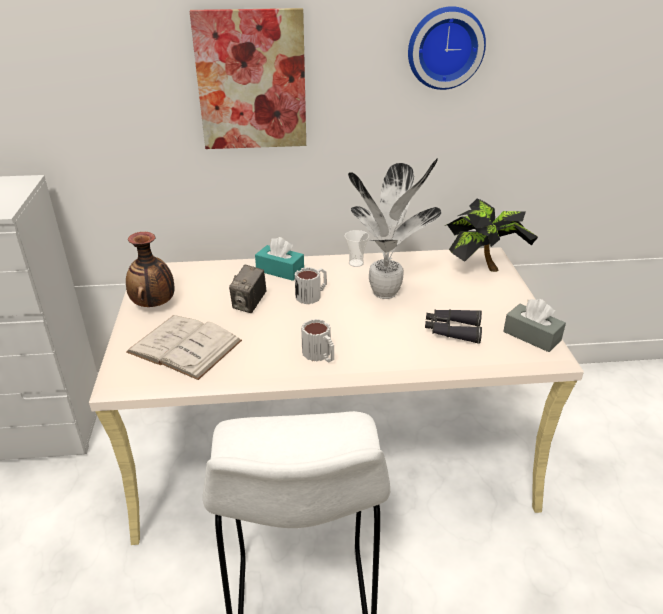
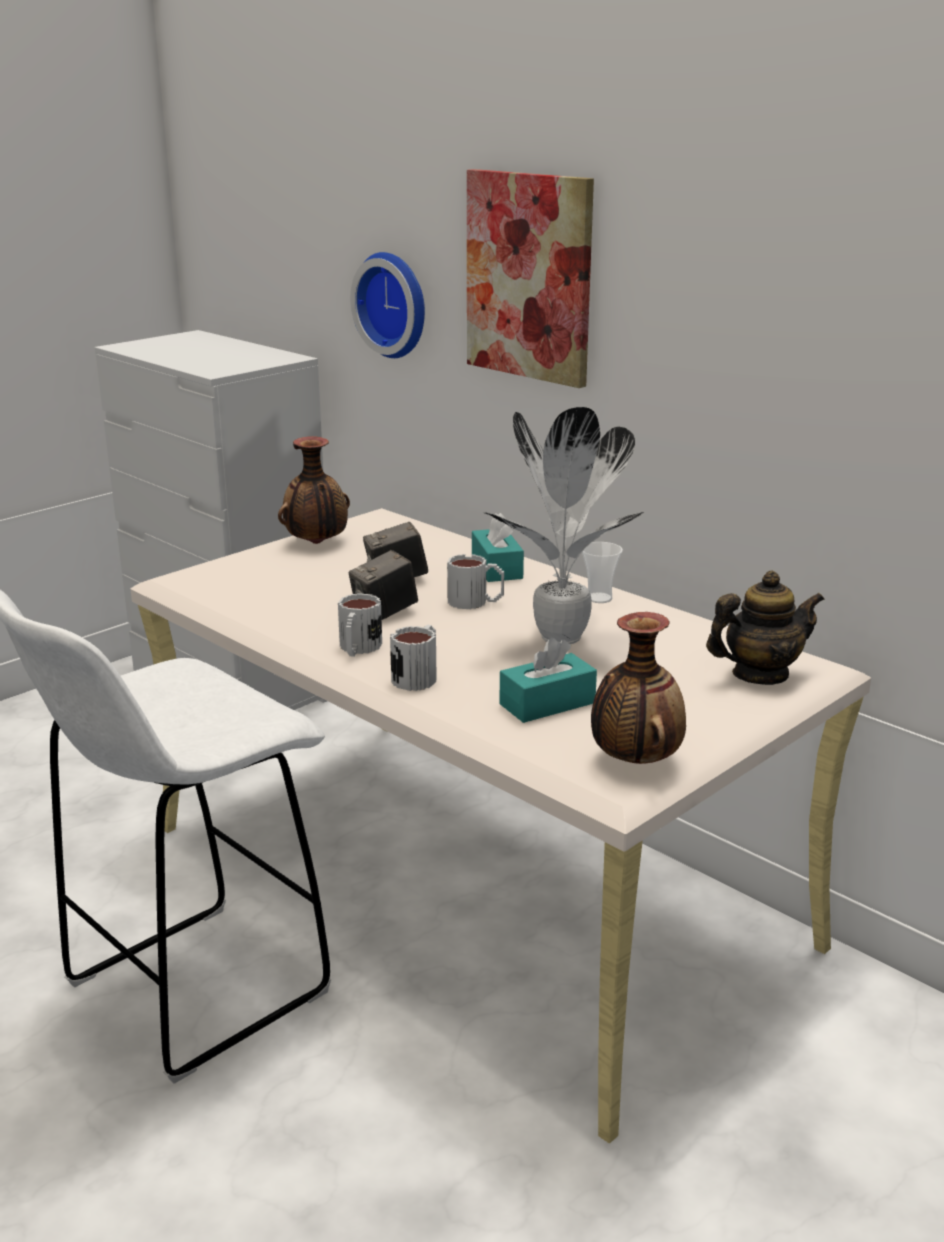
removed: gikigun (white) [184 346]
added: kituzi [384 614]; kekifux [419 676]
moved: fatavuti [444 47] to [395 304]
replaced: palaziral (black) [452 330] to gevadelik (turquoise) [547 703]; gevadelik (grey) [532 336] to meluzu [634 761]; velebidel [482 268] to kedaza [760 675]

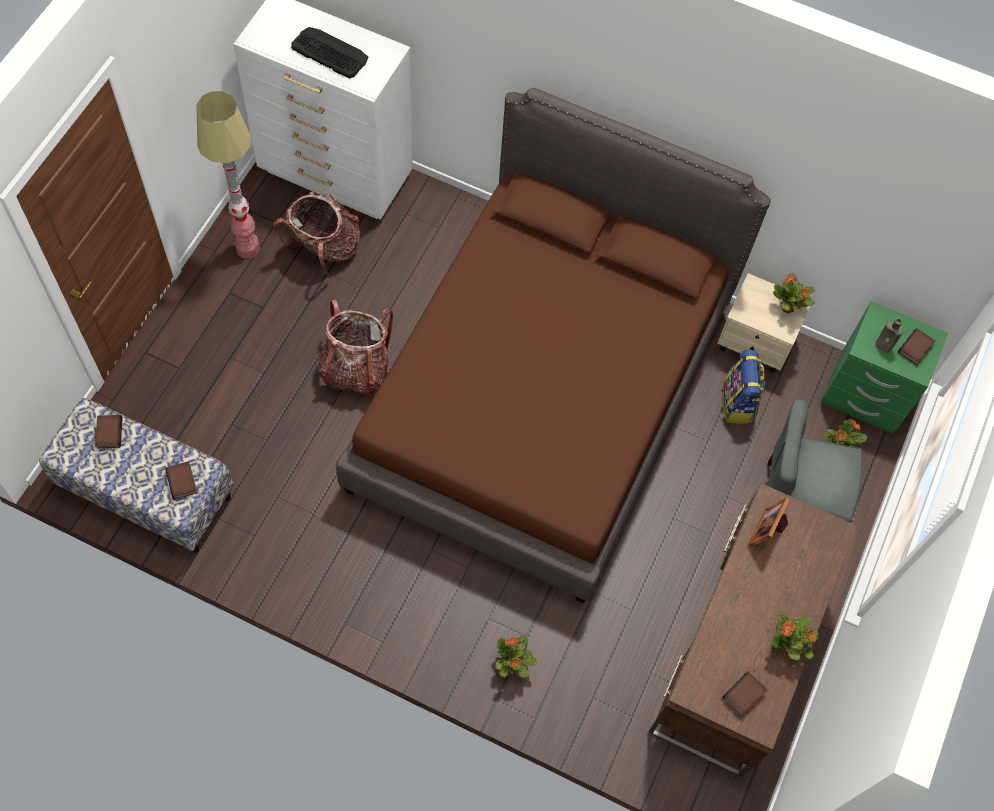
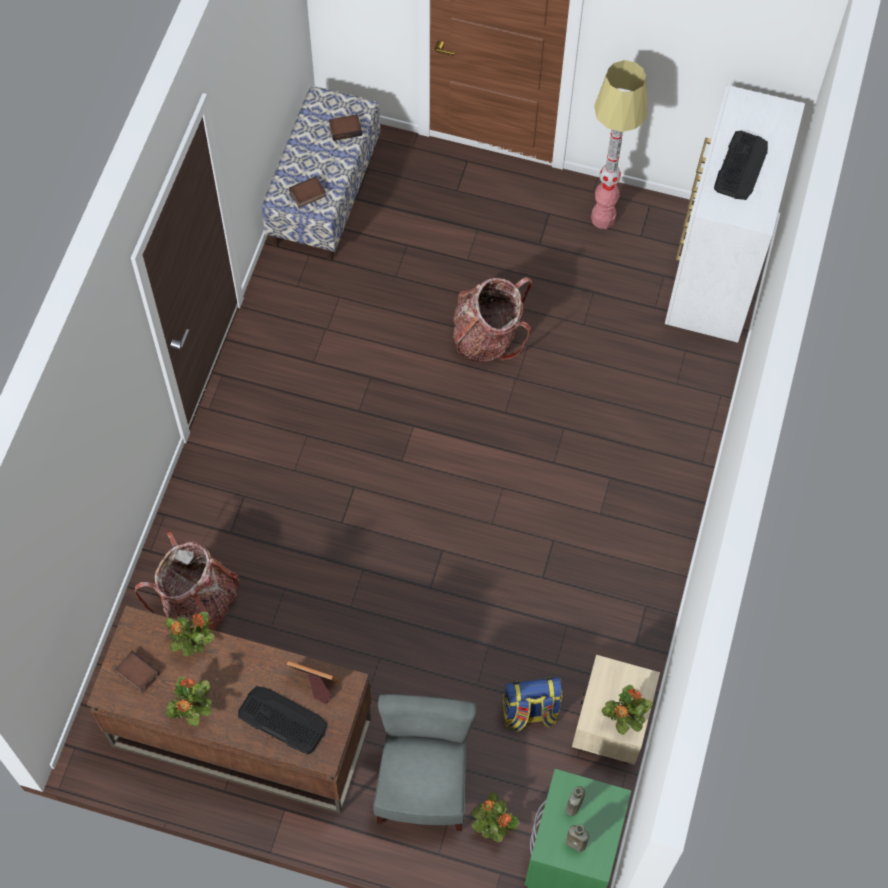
removed: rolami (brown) [541 396]
added: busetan [282 720]
moved: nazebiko [324 248] to [198 602]; velebidel [512 665] to [193 643]
replaced: gikigun [916 349] to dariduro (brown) [577 844]

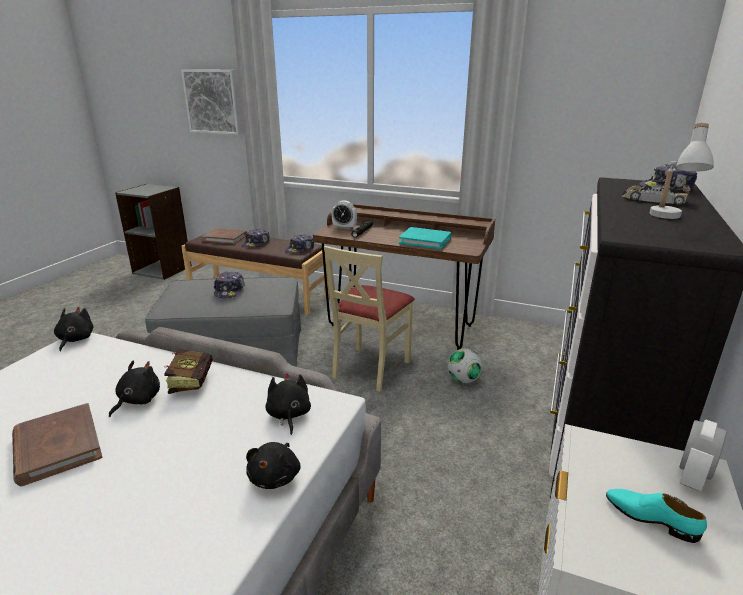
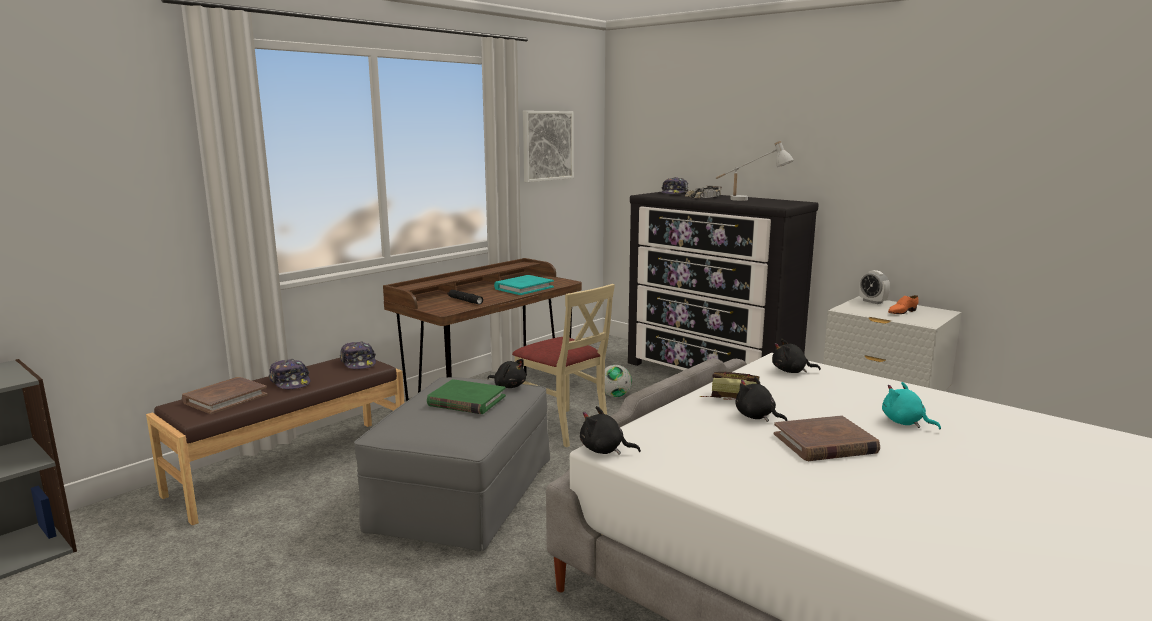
removed: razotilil [344 227]
added: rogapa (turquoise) [905 422]
moved: rogapa (black) [276 477] to [508 386]; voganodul [212 102] to [547 145]
replaced: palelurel [229 290] to gikigun (green) [466 401]
recoloured: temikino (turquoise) [650 518] to temikino (orange) [901 312]

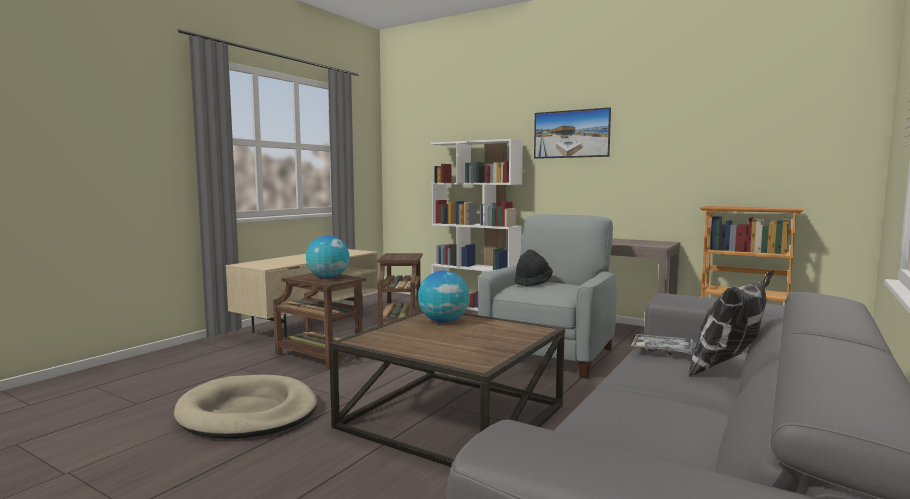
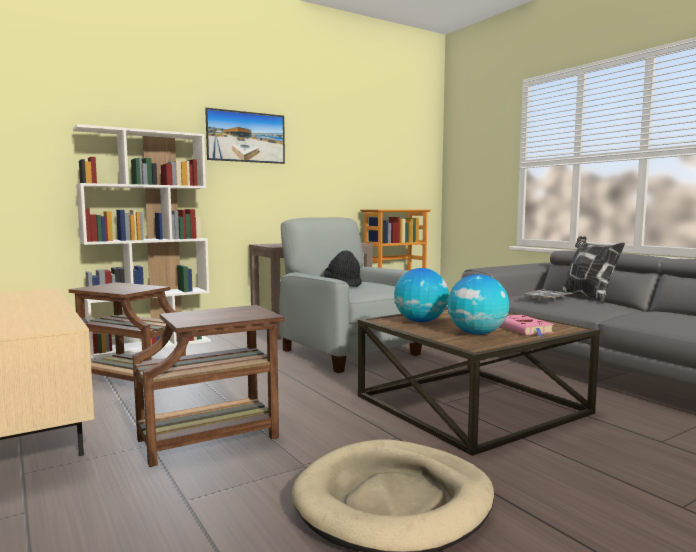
added: gikigun (pink) [524 329]
moved: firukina [328 278] to [477 333]

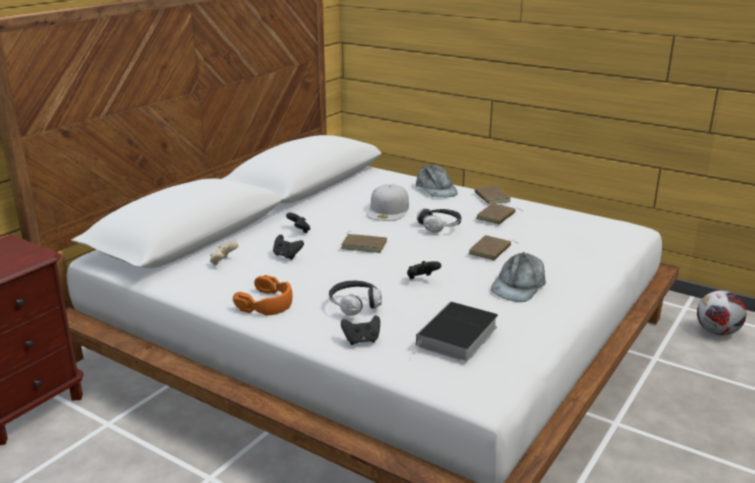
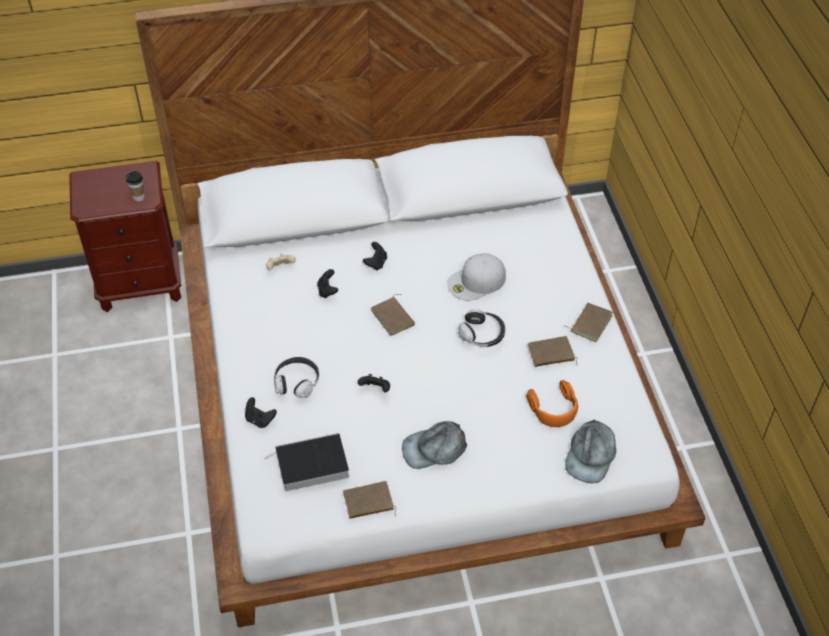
removed: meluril [717 332]
added: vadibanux [138 197]
moved: gikigun (brown) [491 251] to [368 503]; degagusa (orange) [266 303] to [554 408]; palelurel (grey) [436 189] to [590 455]

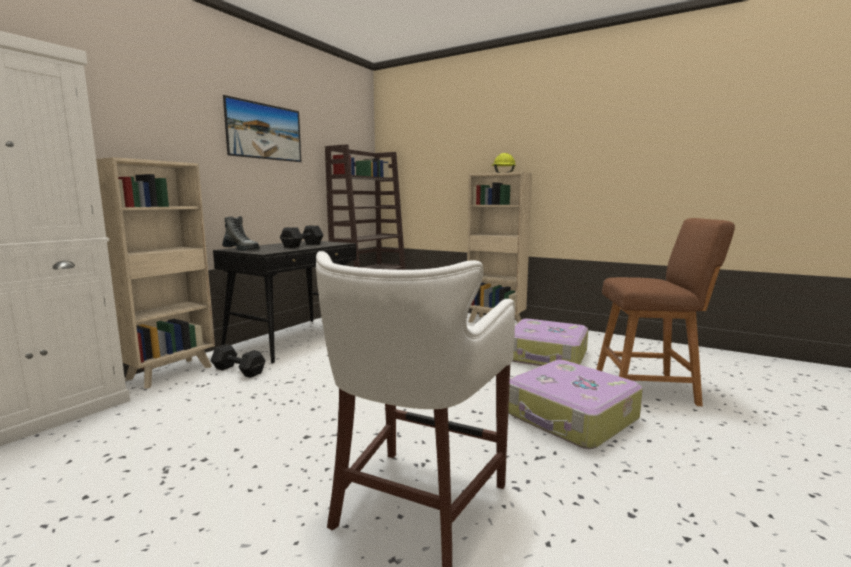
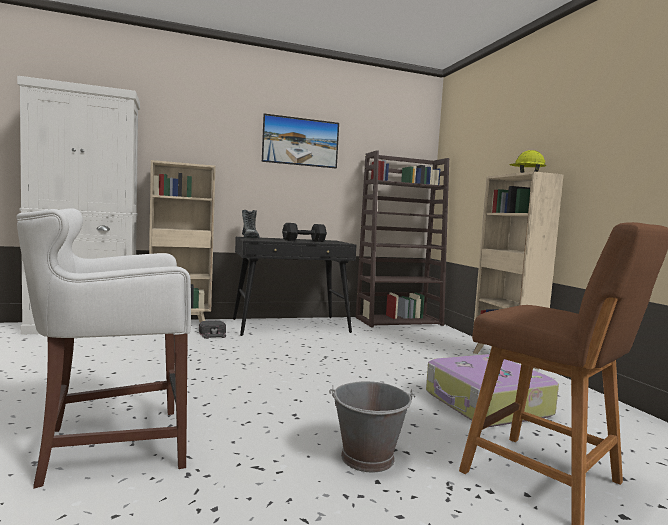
replaced: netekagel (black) [238 370] to palelurel (black) [213 333]; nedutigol [571 417] to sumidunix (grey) [368 458]

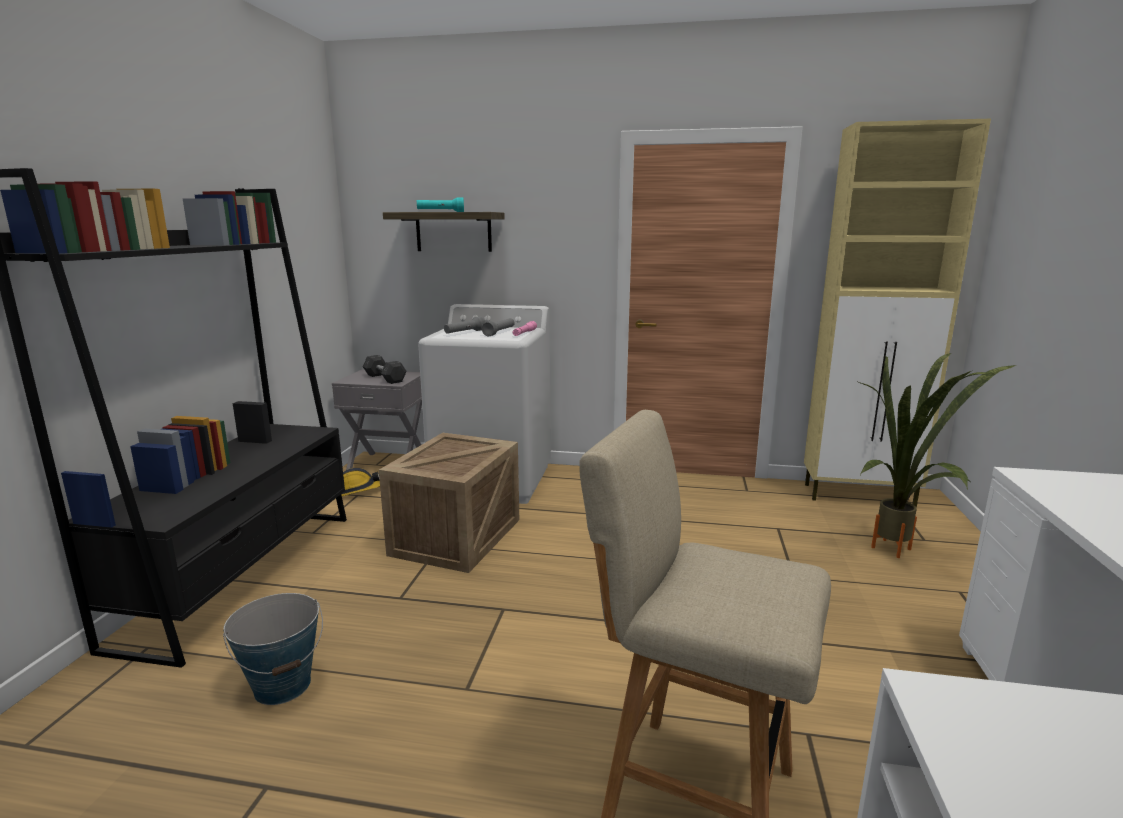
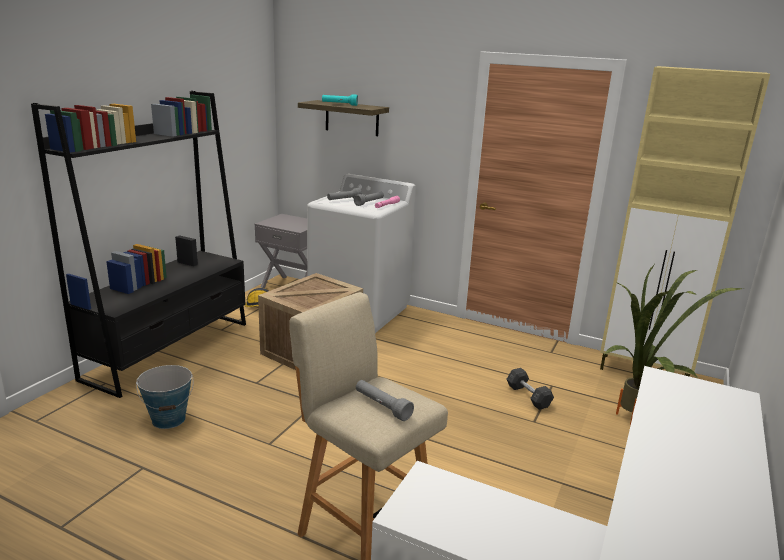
added: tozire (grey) [382 406]
moved: netekagel (grey) [385 378] to [528 396]

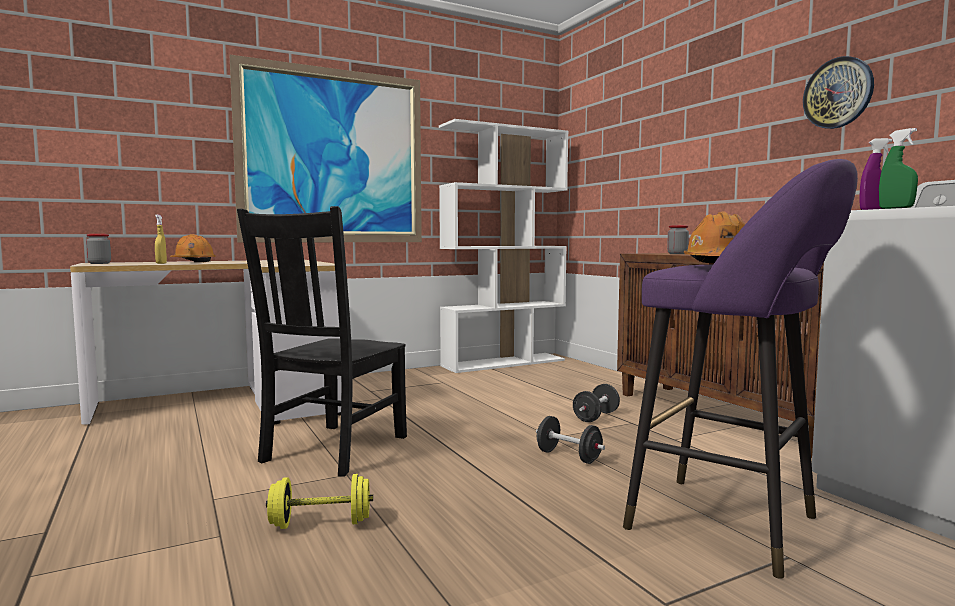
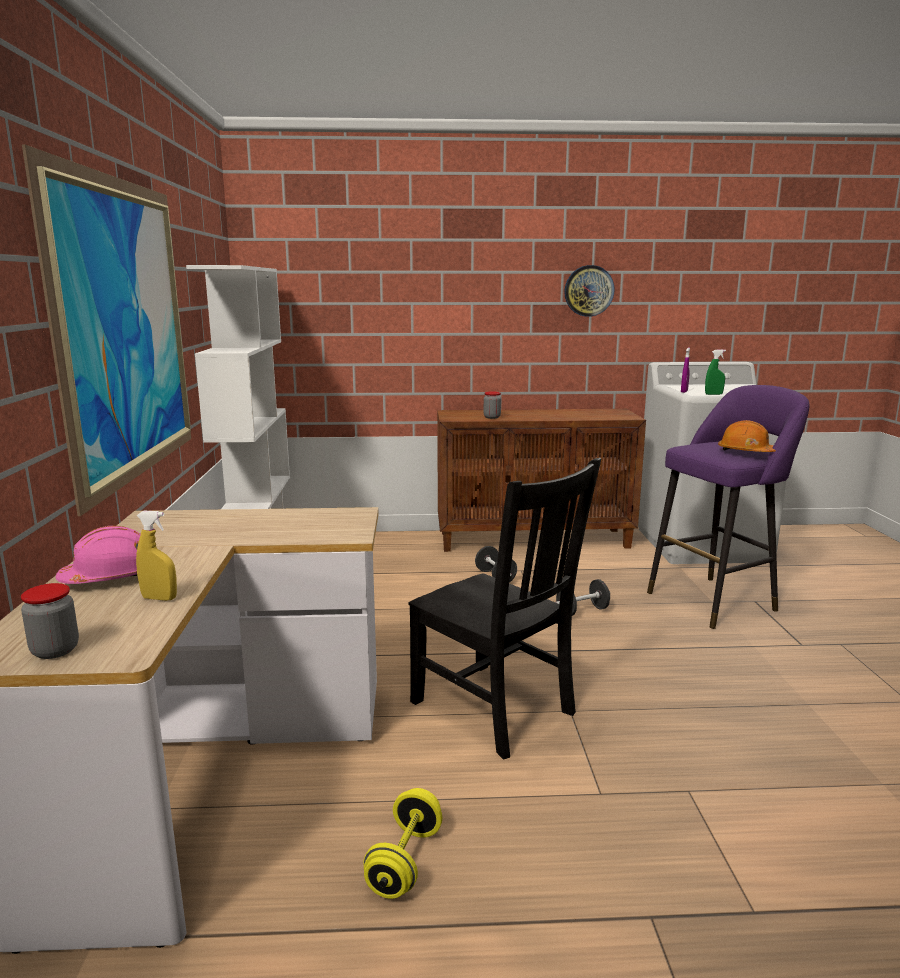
moved: netekagel (yellow) [321 523] to [405 861]
recoloured: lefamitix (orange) [193 262] to lefamitix (pink) [111 577]

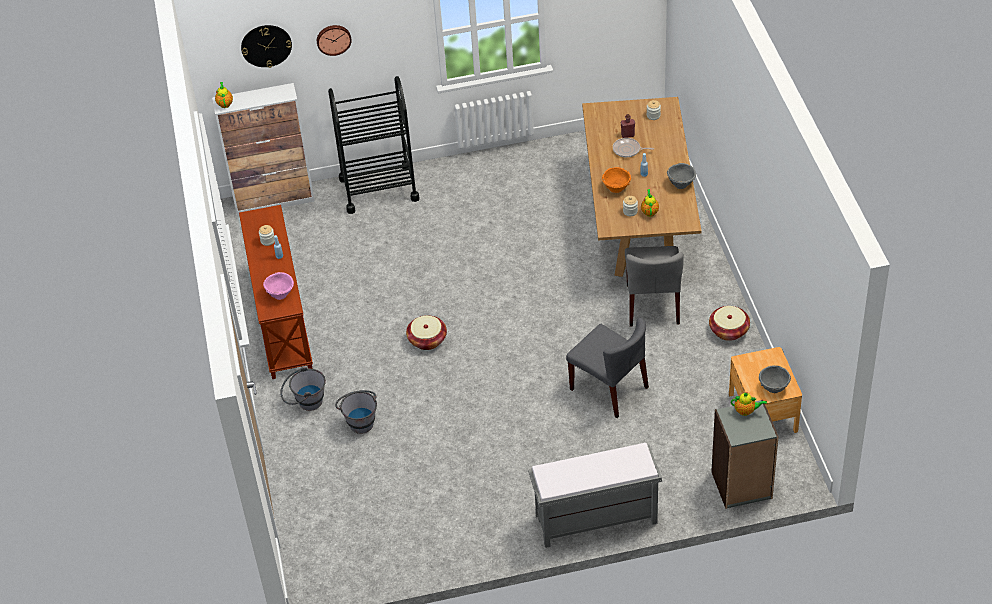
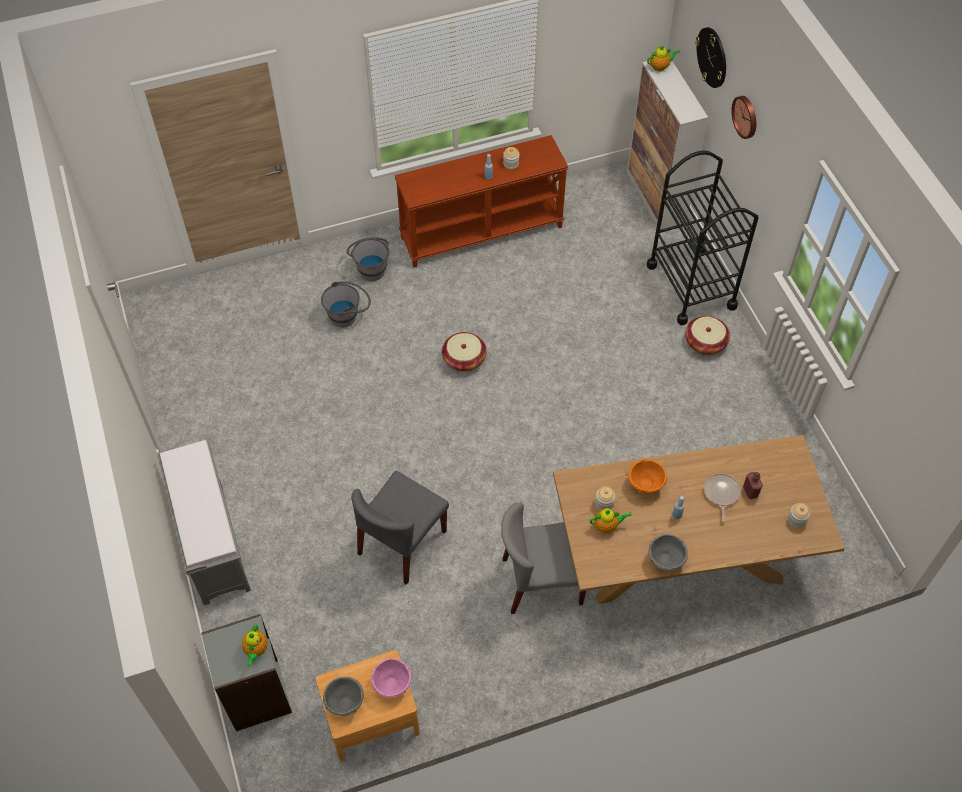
moved: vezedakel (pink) [280 294] to [392 684]; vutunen [729 330] to [705 343]

